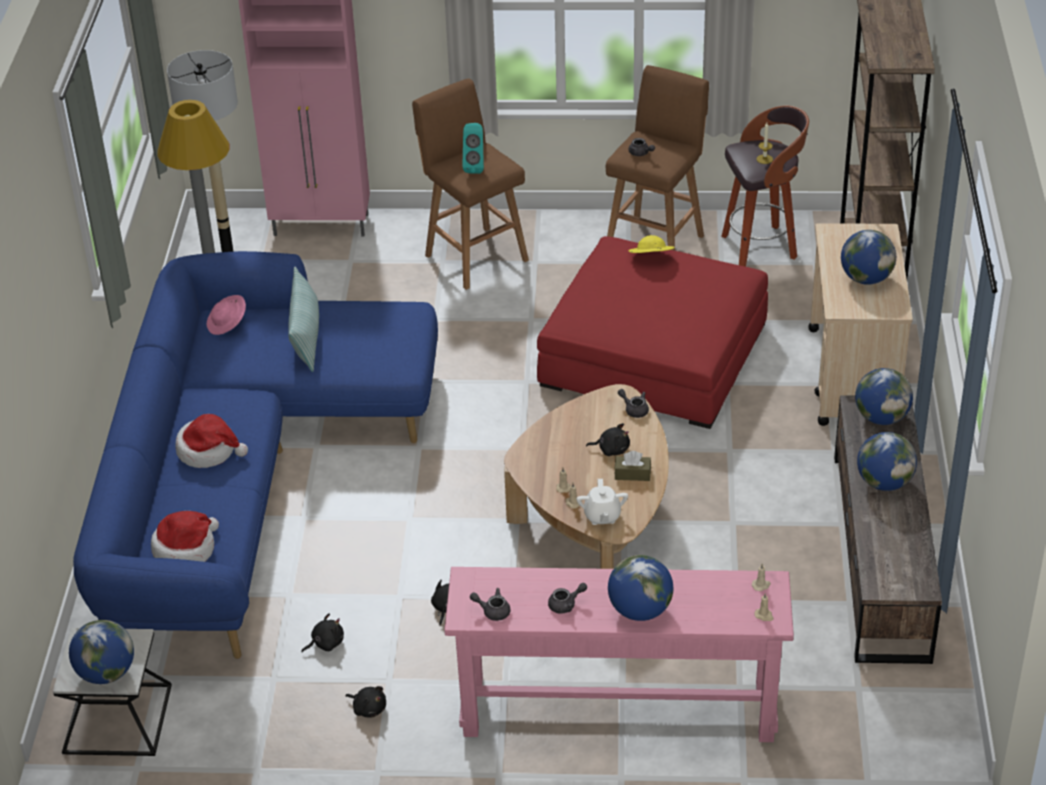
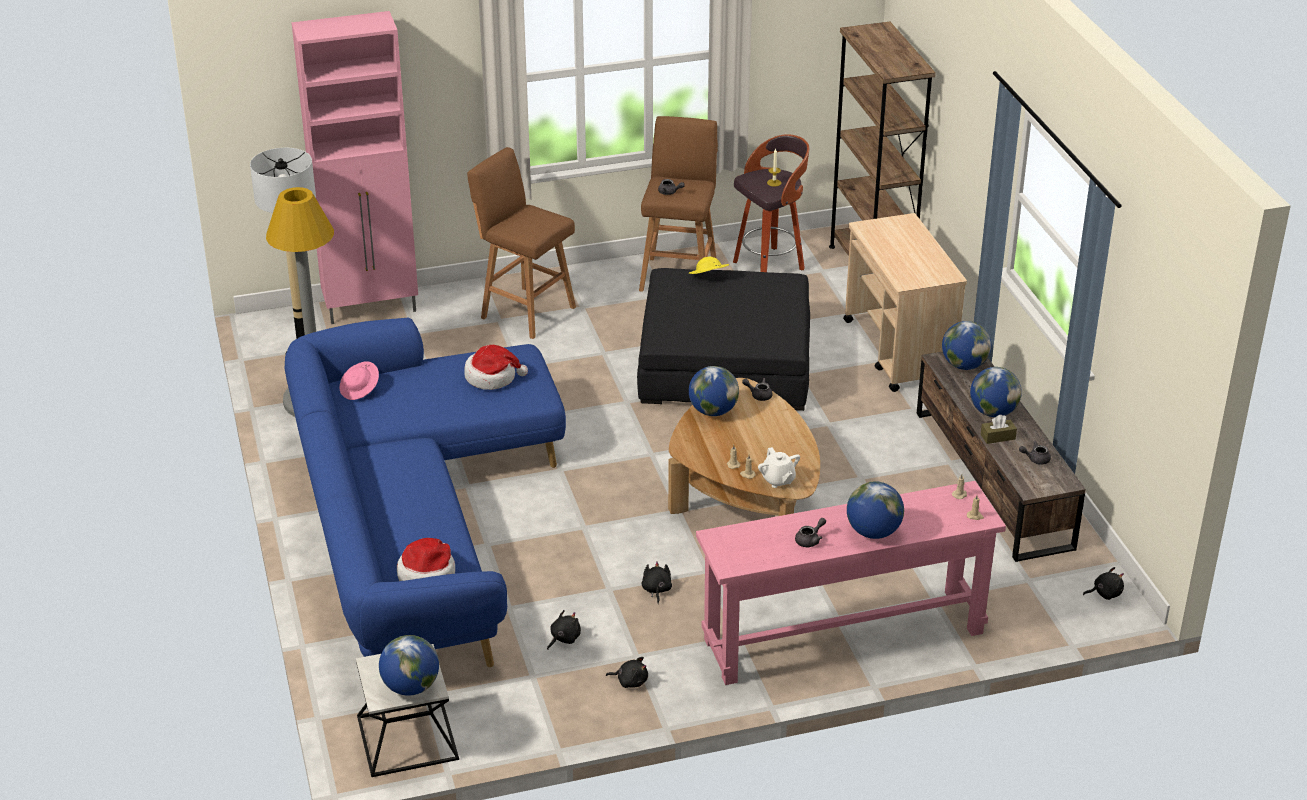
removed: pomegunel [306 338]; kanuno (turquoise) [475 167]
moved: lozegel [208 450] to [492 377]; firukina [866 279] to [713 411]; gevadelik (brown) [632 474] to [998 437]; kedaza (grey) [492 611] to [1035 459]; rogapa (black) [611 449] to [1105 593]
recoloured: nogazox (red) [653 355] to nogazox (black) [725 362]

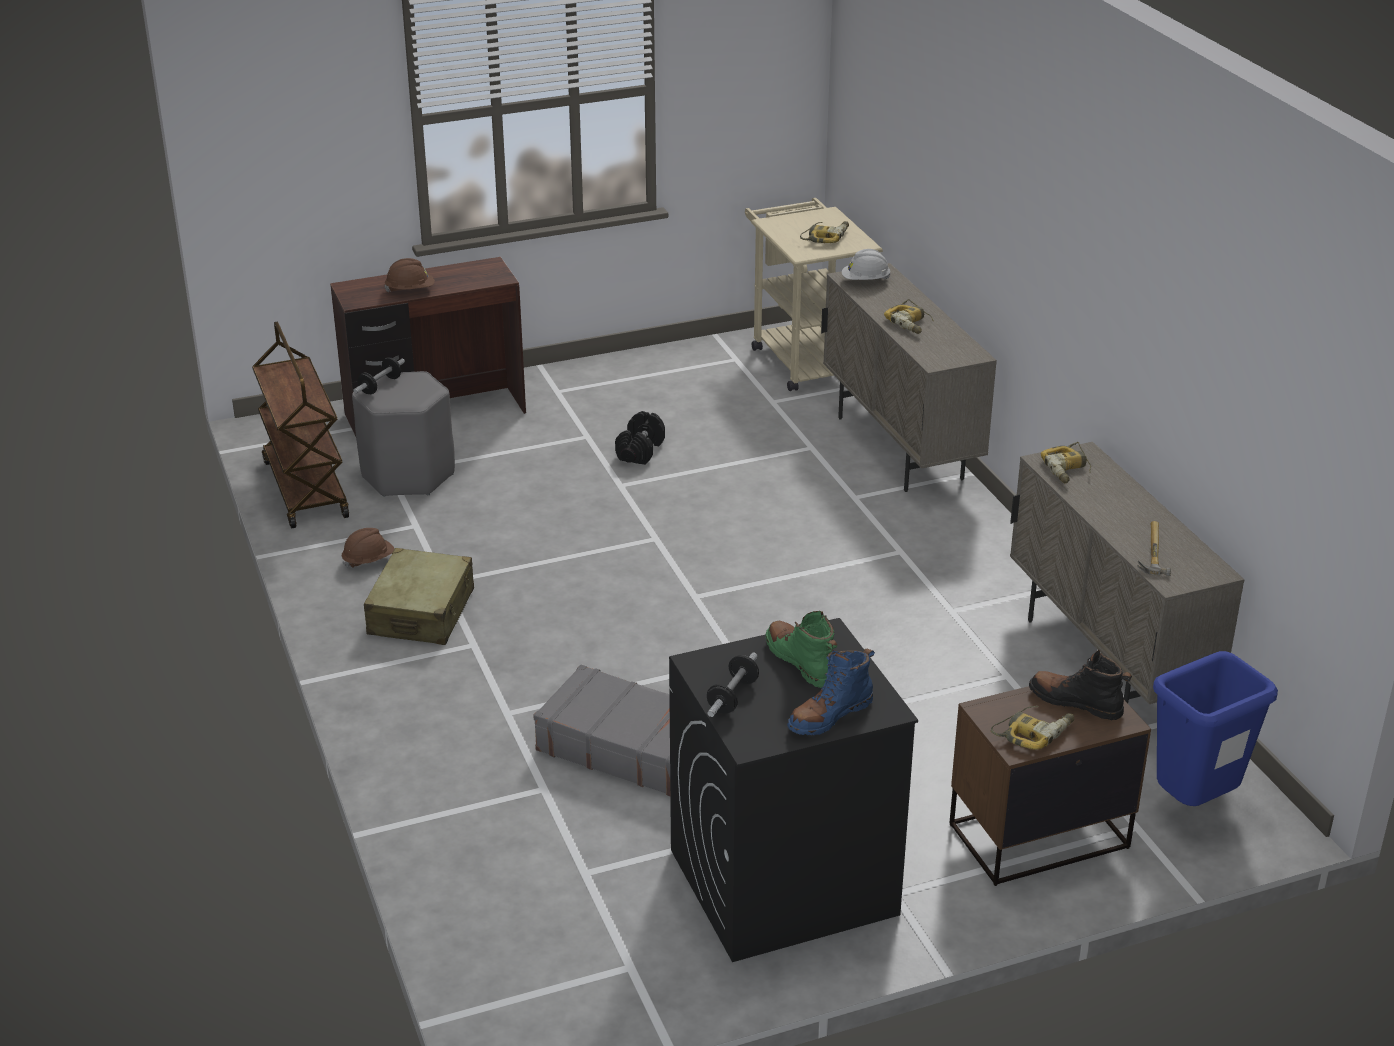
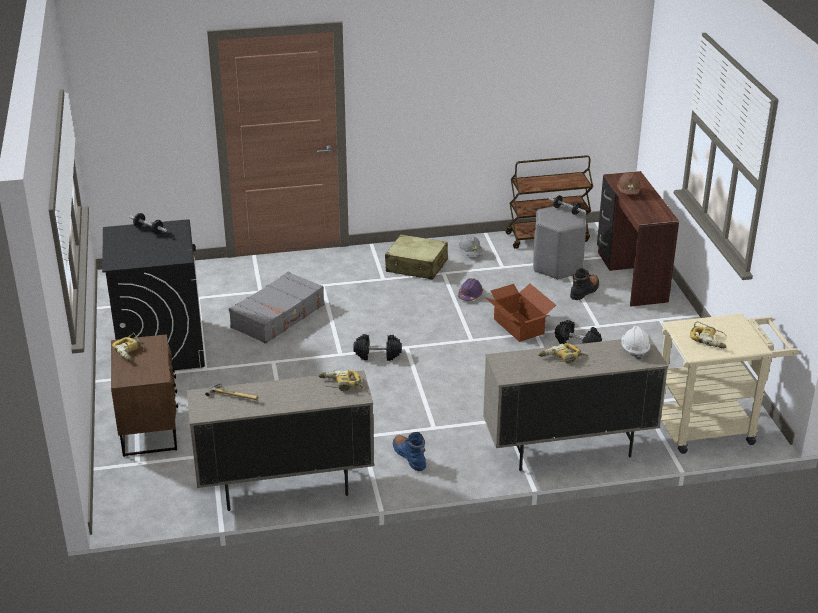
removed: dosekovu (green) [801 662]; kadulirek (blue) [1195 804]
added: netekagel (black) [377 355]; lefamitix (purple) [470 295]; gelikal [518 326]
moved: dosekovu (blue) [830 715] to [409 456]; dosekovu (black) [1076 702] to [584 291]
recoloured: lefamitix (brown) [368 560] to lefamitix (grey) [470 253]

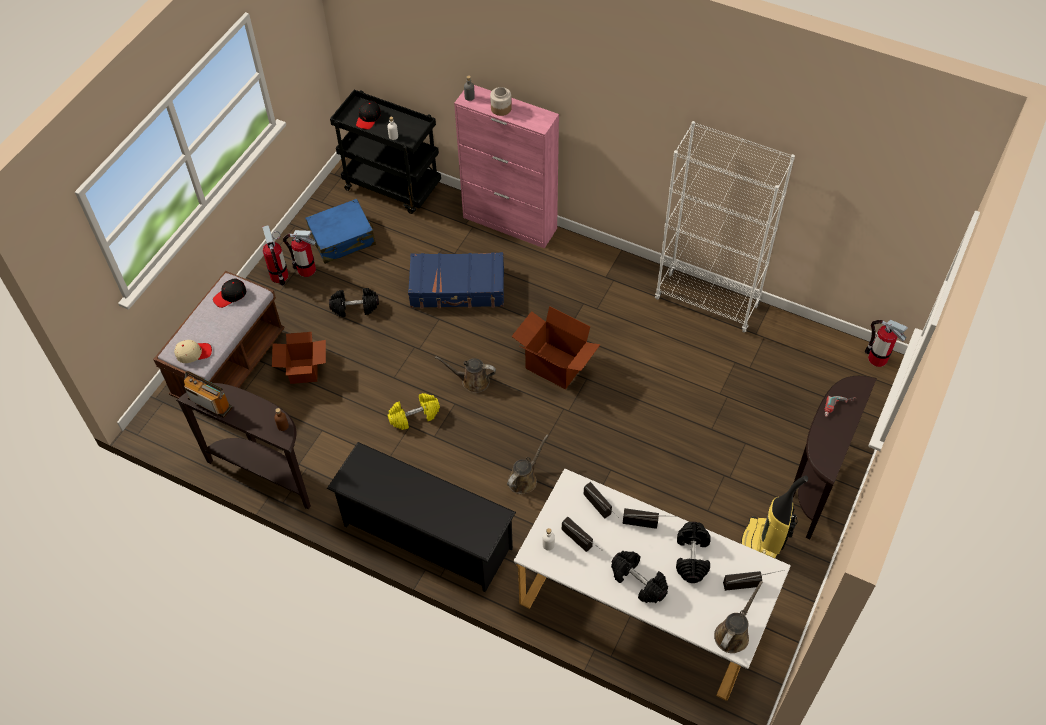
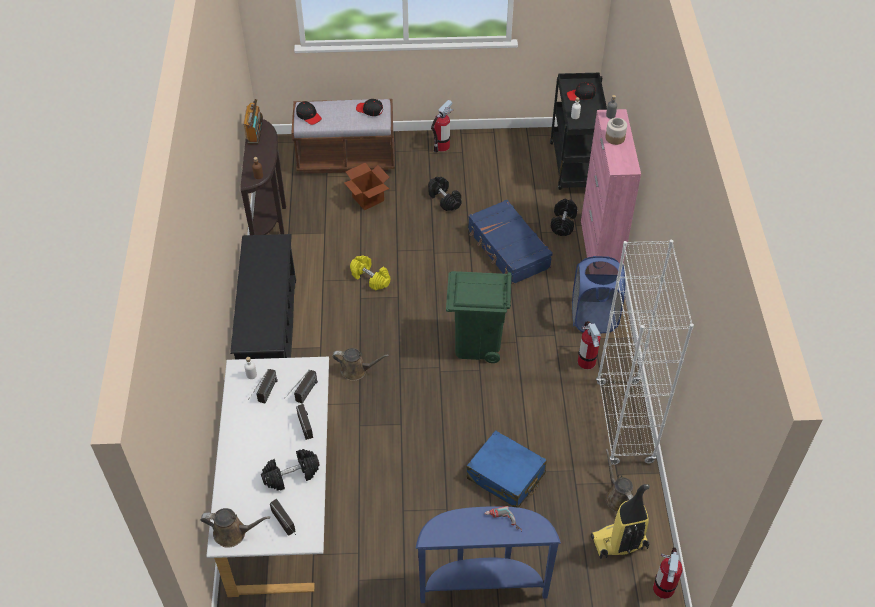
added: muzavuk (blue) [593 318]
moved: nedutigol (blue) [342 238] to [506 476]; netekagel (black) [638 582] to [563 223]; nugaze [306 269] to [586 361]; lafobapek [761 545] to [619 543]; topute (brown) [472 381] to [618 497]
replaced: gelikal [554 366] to kadulirek (green) [477 343]
recoloured: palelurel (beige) [193 353] to palelurel (black) [308 116]; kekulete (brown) [814 483] to kekulete (blue) [482 585]

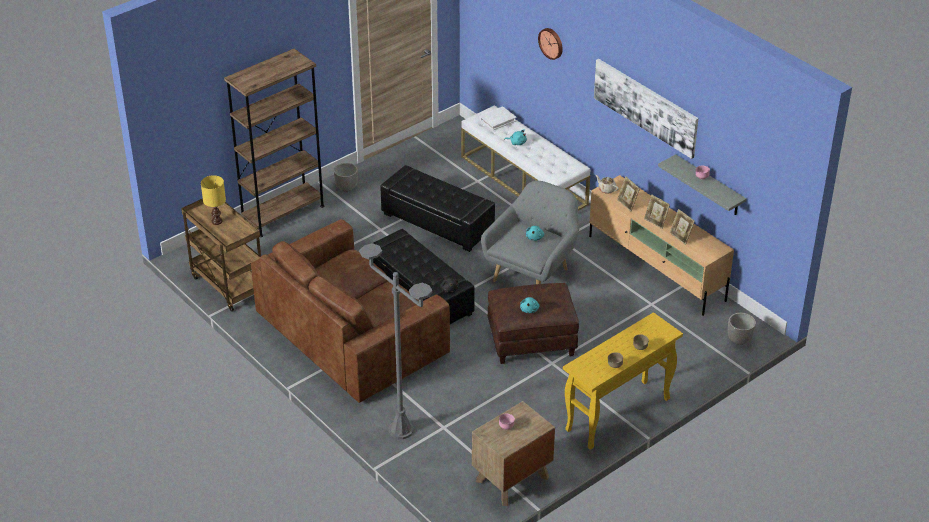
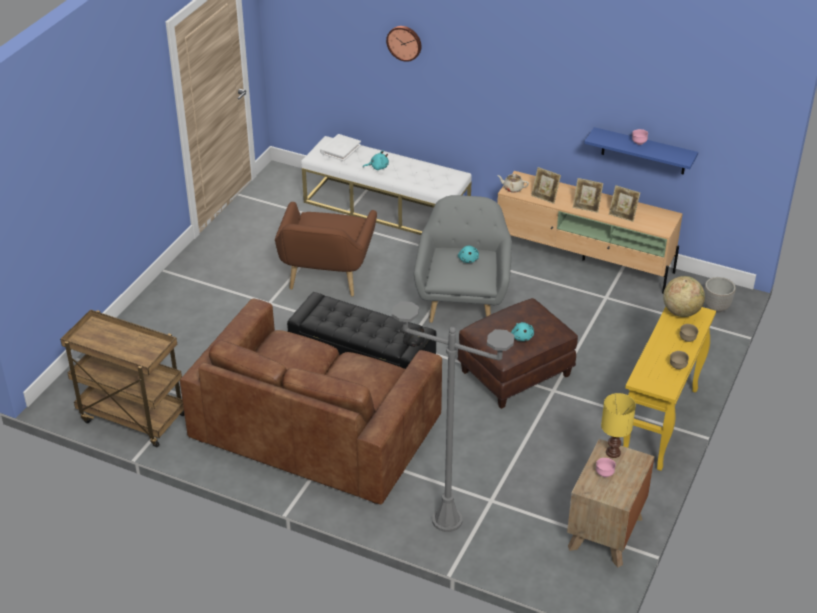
removed: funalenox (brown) [283 213]; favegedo [346 187]; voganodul [645 107]
added: firukina [681 312]
moved: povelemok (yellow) [217 221] to [613 452]
replaced: nogazox (black) [437 223] to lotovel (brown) [326 278]
recoloured: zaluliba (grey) [709 186] to zaluliba (blue) [643 151]

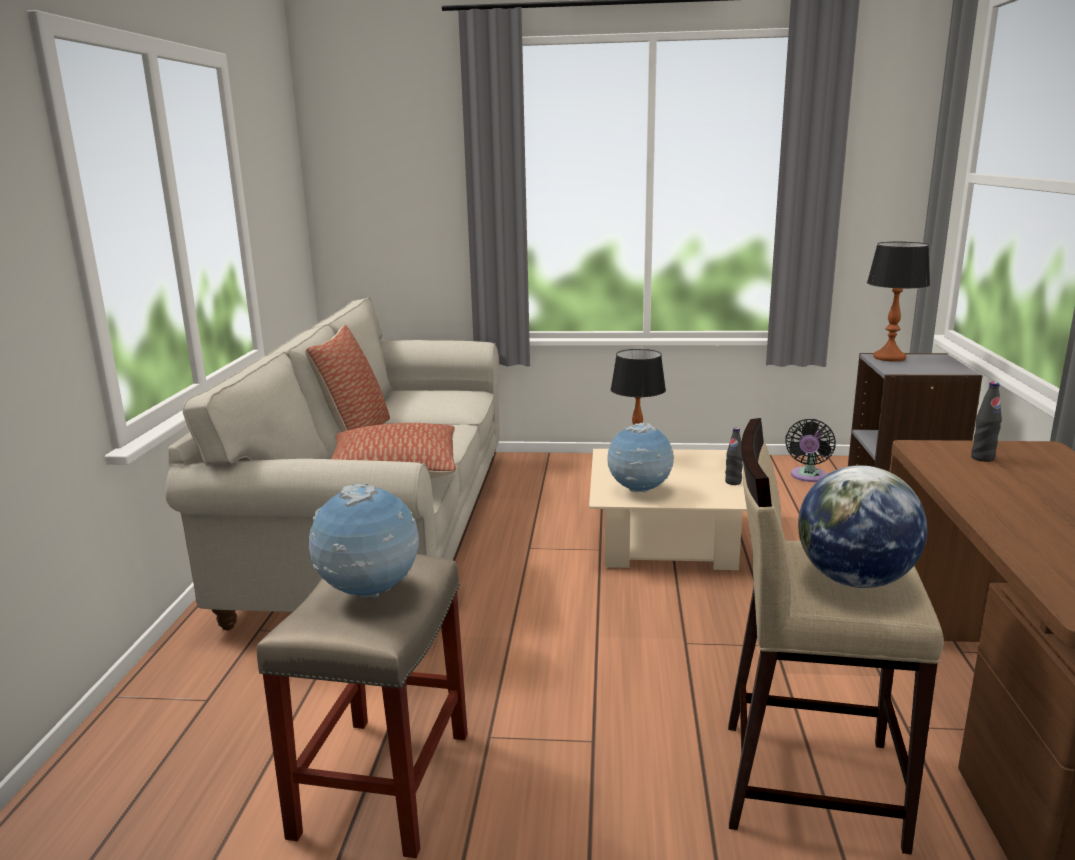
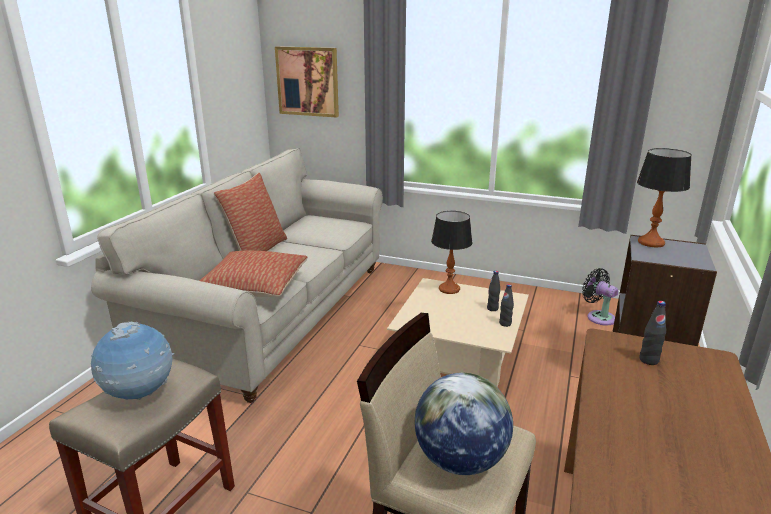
removed: firukina [639 491]
added: voganodul [308 81]; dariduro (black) [492 308]
turned: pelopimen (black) [808 477] = [598 317] 105 degrees clockwise

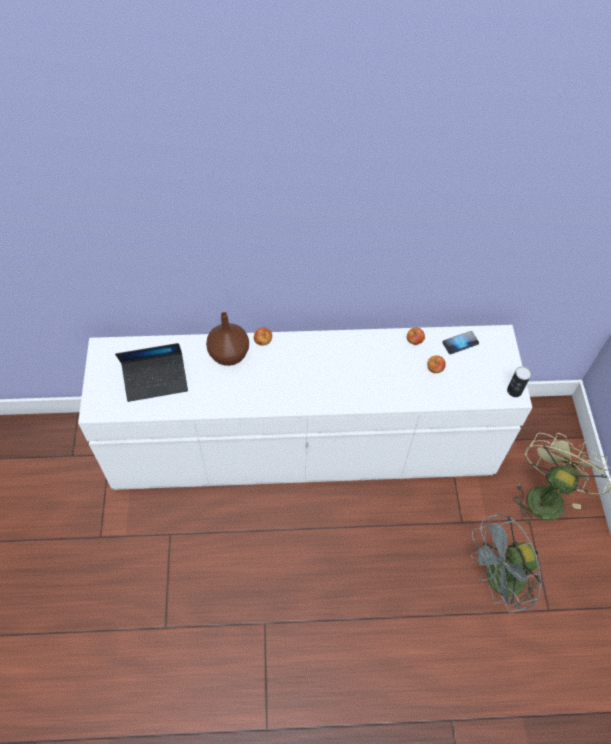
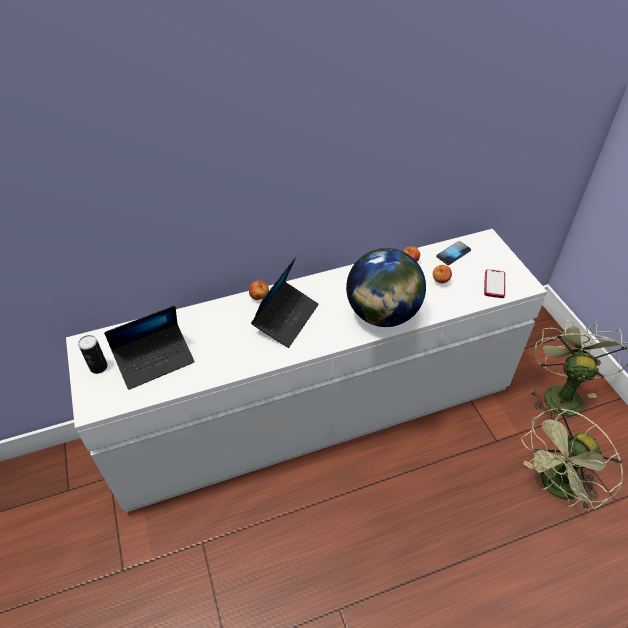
removed: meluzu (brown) [229 354]
added: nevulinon [286 318]; firukina [382 314]; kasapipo [494 284]
moved: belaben [514 391] to [98 367]
recoloured: pelopimen (grey) [498 582] to pelopimen (green) [556 487]

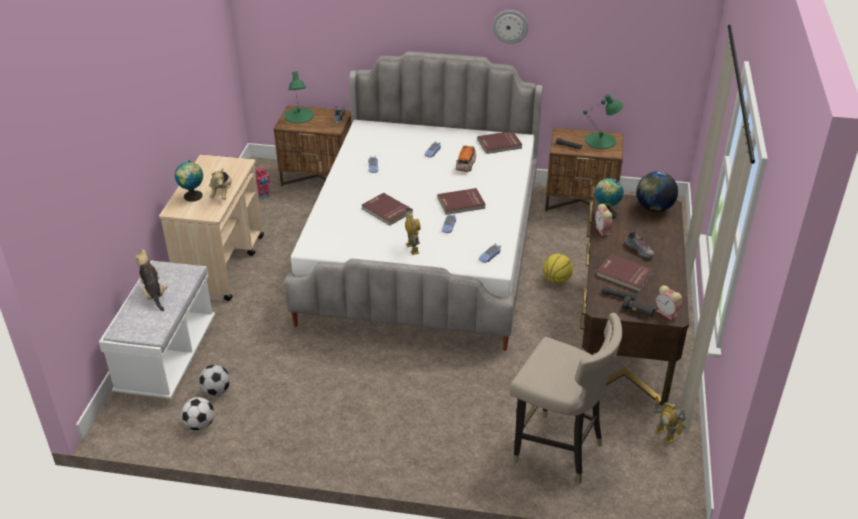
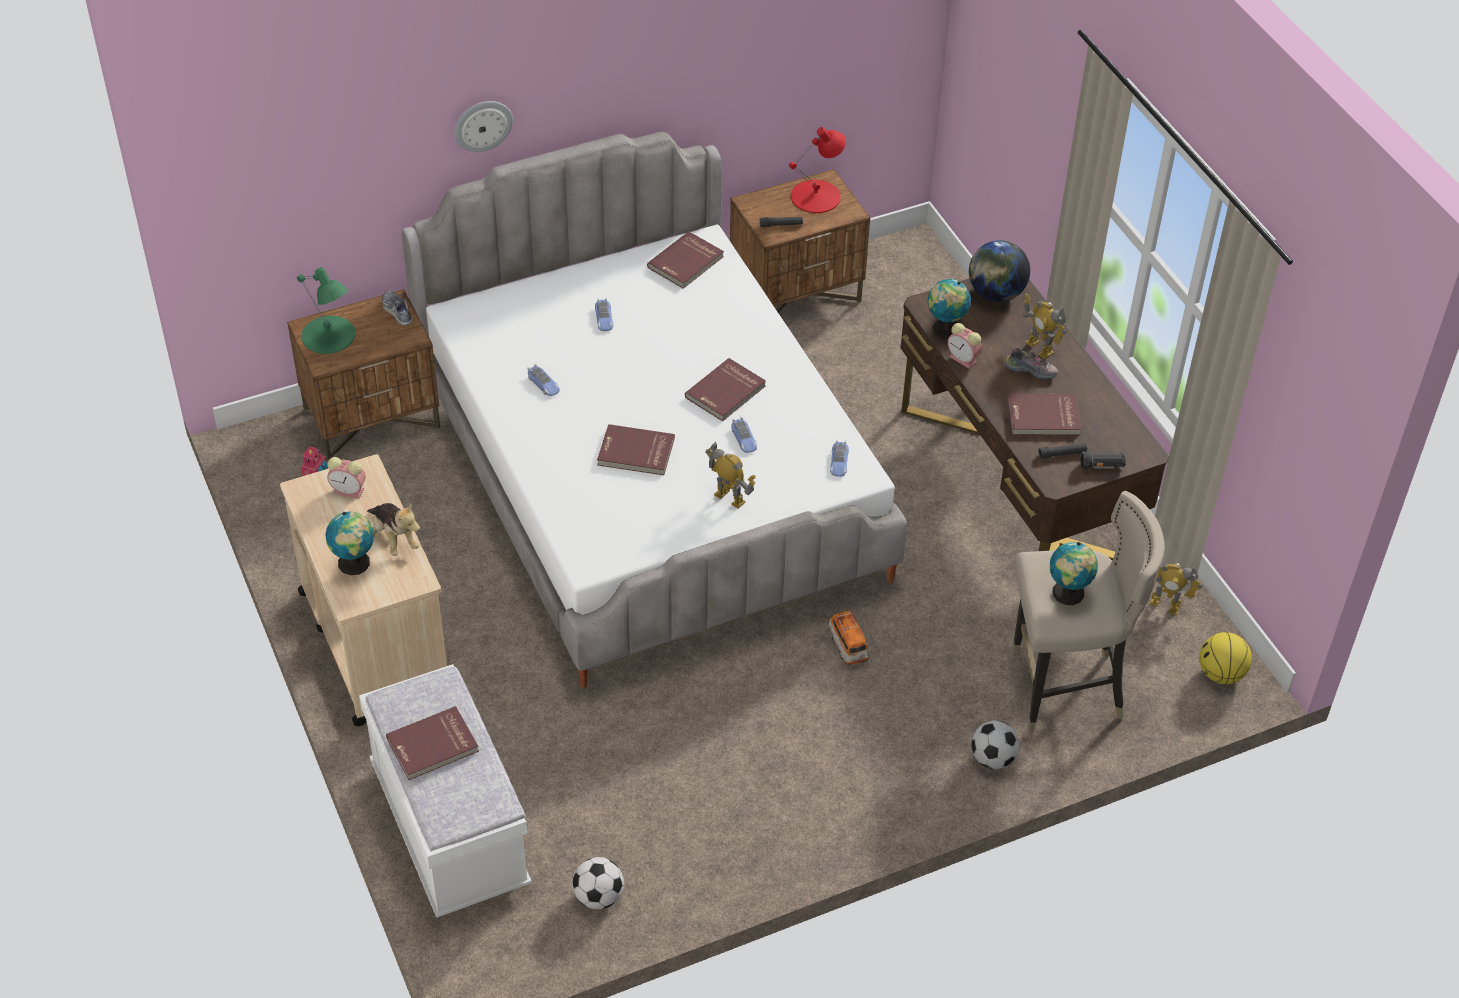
added: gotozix [1039 348]; firukina [1068 595]
moved: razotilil [667 313] to [350 491]; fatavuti [510 26] to [482 125]; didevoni [465 166] to [848 646]; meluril [216 391] to [992 759]; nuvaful [556 280] to [1220 674]
replaced: rogapa [154 294] to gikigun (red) [433 746]
recoloured: povelemok (green) [601 141] to povelemok (red) [816 196]

